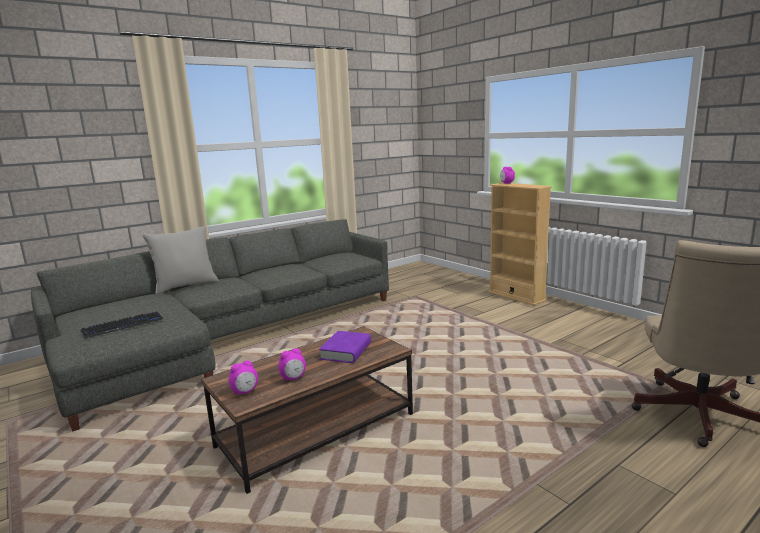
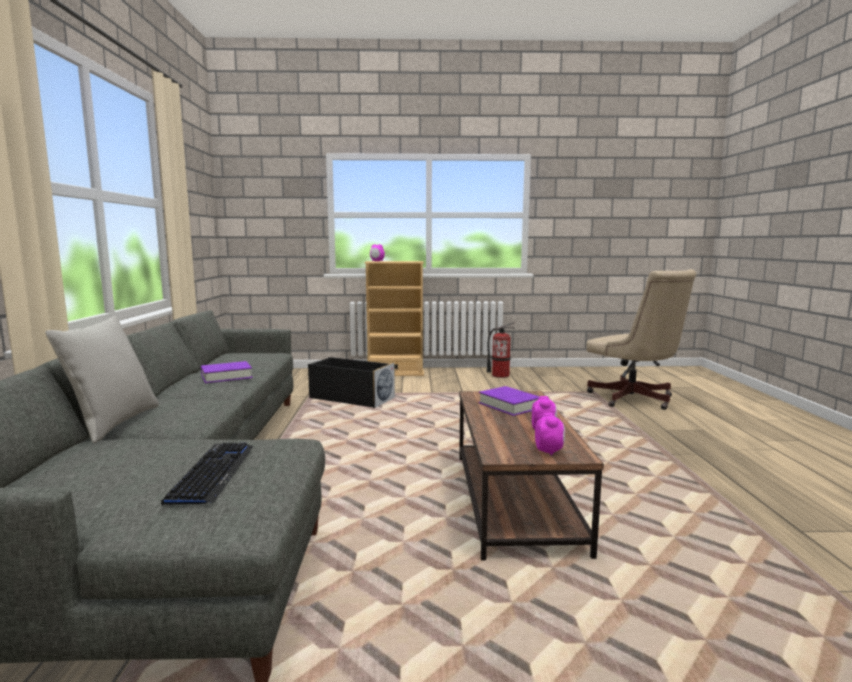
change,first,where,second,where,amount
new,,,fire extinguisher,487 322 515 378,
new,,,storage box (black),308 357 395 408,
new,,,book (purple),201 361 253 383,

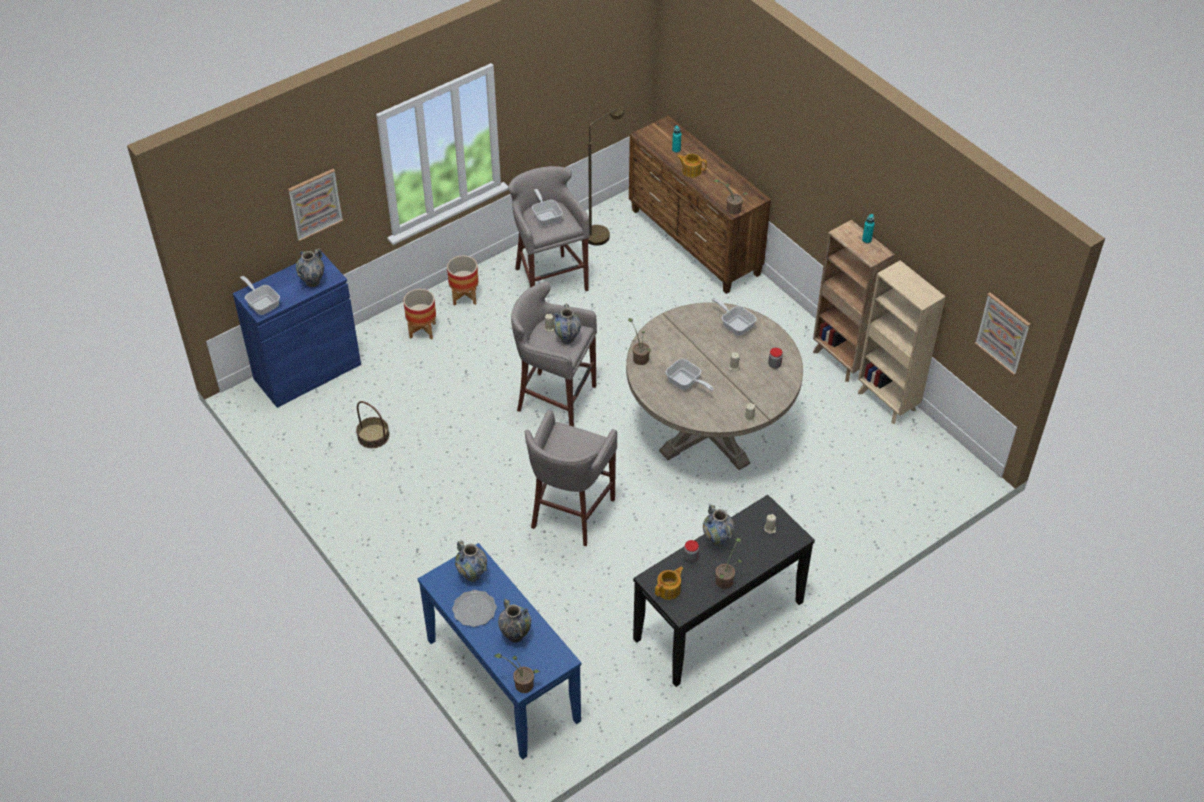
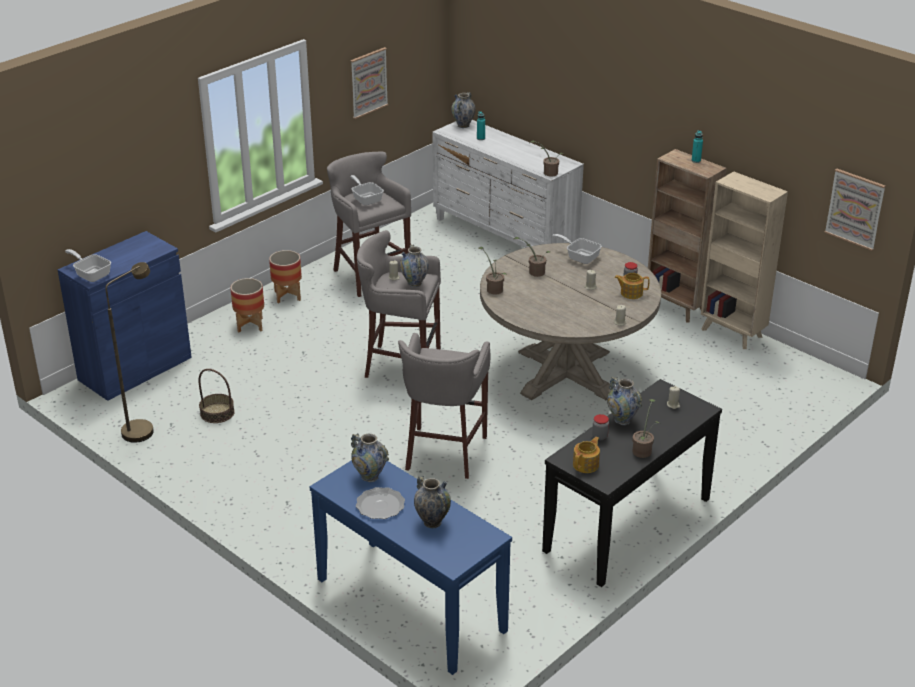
change,first,where,second,where,amount
shifted,floor lamp (brown),588 105 625 246,,105 262 154 443,
repainted,dresser (brown),629 116 771 294,dresser (white),432 120 584 248,
shifted,teapot,677 154 707 178,,615 273 650 299,
shifted,picture,288 169 343 242,,350 47 388 119,
shifted,vase,296 248 324 287,,451 92 476 128,
gone,frying pan,665 359 714 391,,,
shifted,potted plant,495 653 540 693,,514 237 550 277,

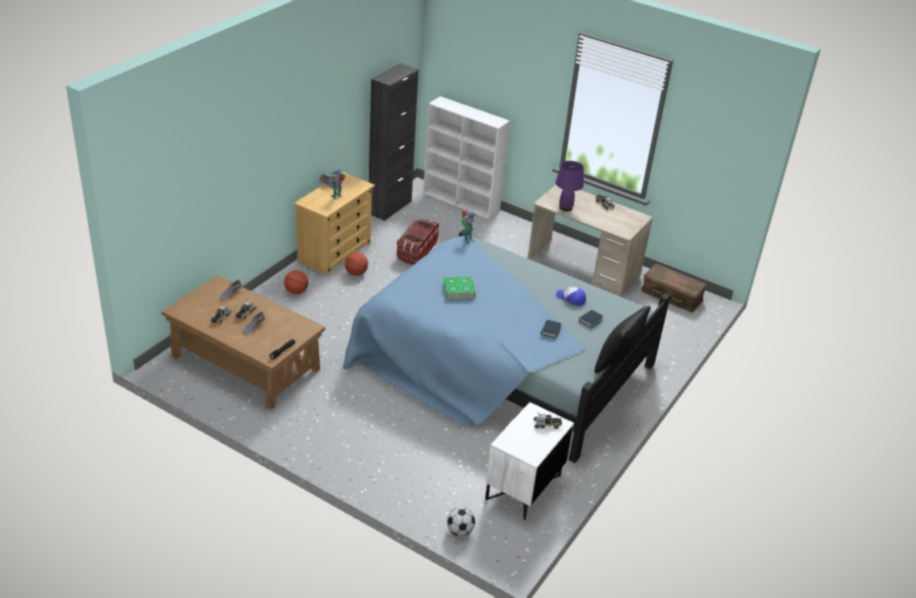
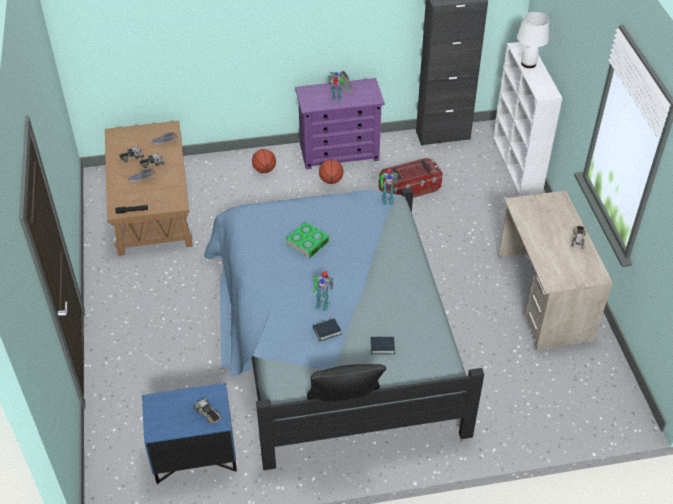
change,first,where,second,where,amount
gone,table lamp (purple),556 161 584 211,,,
repainted,dresser (beige),294 172 375 276,dresser (purple),295 78 385 169,
gone,storage box (brown),641 264 707 312,,,
gone,cap,556 287 586 306,,,
repainted,nightstand (white),485 402 574 520,nightstand (blue),142 383 237 484,
gone,football,447 507 475 536,,,
new,,,table lamp (white),517 12 549 68,
new,,,toy robot,313 270 333 311,

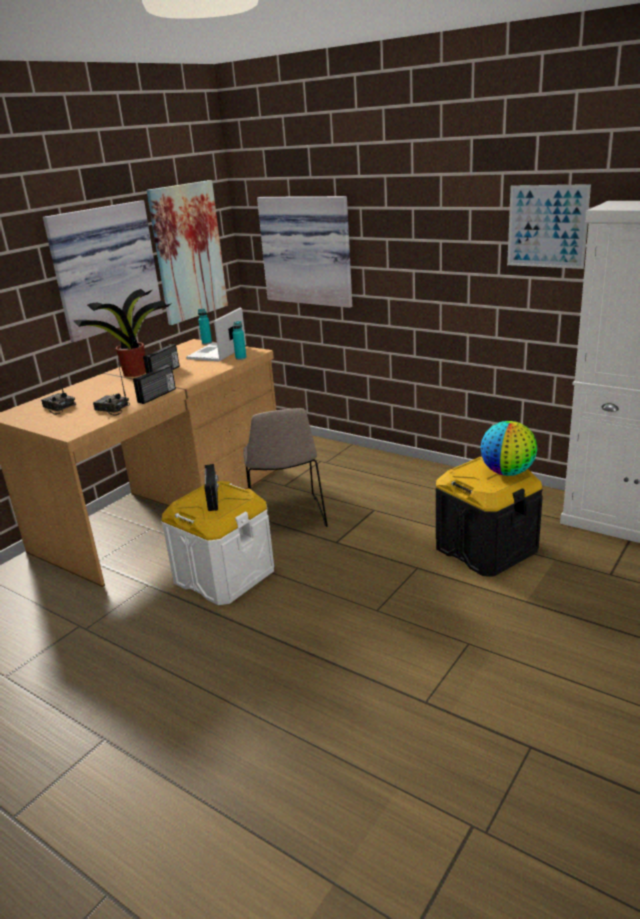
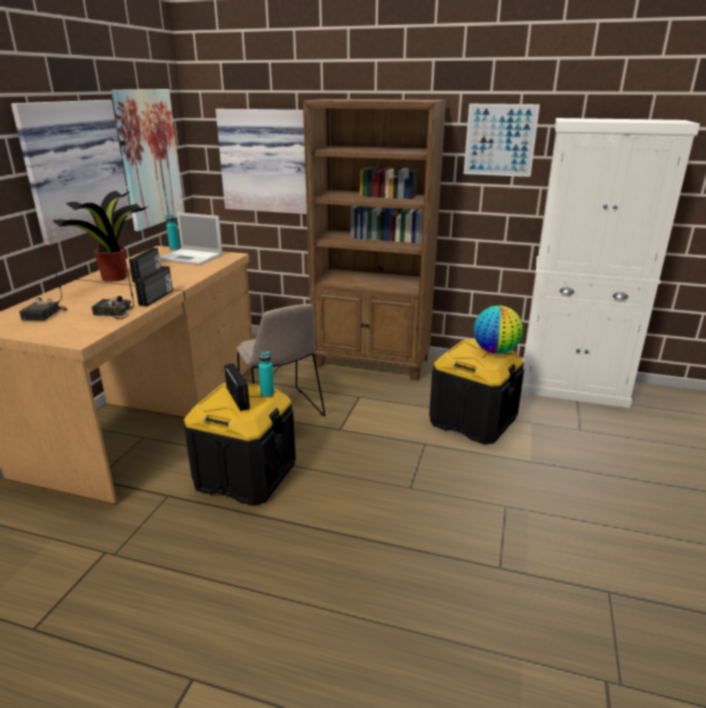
change,first,where,second,where,amount
rotated,laptop,186 308 246 361,,159 212 223 265,75 degrees counterclockwise
shifted,bottle (turquoise),232 321 247 360,,258 351 274 397,
rotated,radio,41 363 76 415,,19 253 67 321,105 degrees counterclockwise
repainted,storage box (white),161 481 274 605,storage box (black),184 381 296 506,
new,,,bookcase (brown),303 99 446 381,

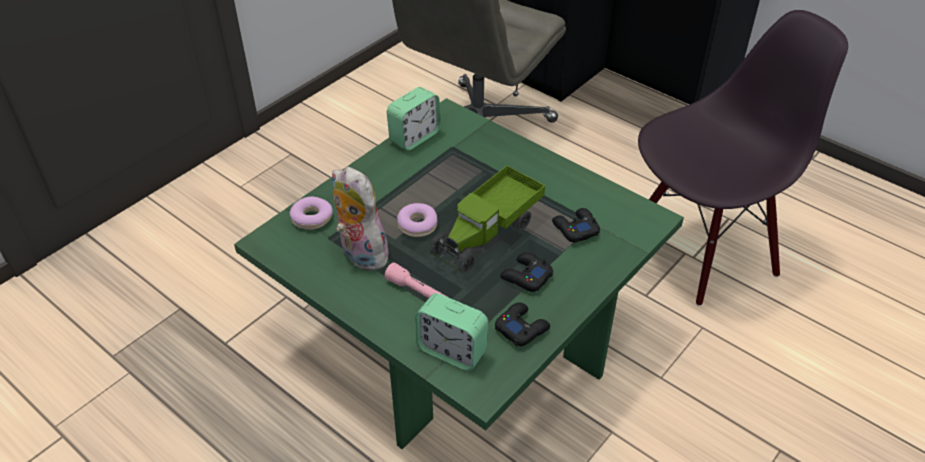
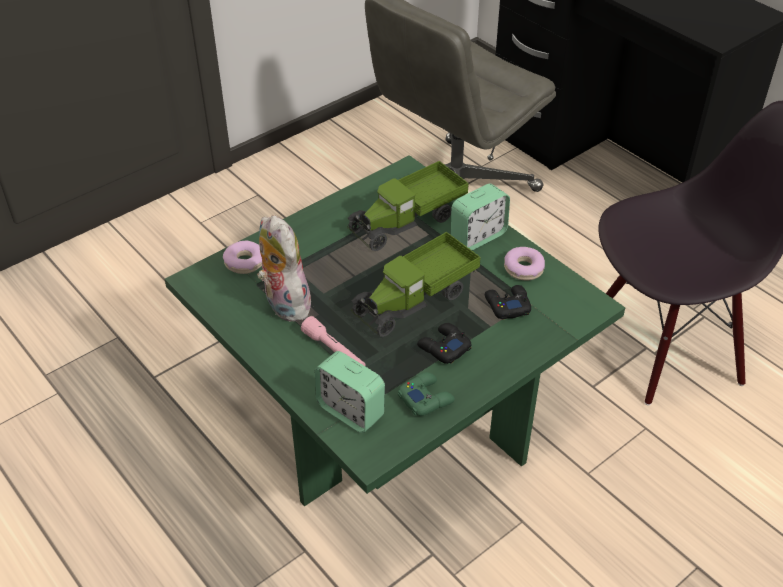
change,first,where,second,where,amount
shifted,alarm clock,387 87 441 151,,451 184 510 250,
shifted,donut,397 203 437 237,,504 247 545 281,
repainted,game controller (black),495 302 550 346,game controller (green),398 372 455 416,
new,,,toy truck,347 161 469 251,

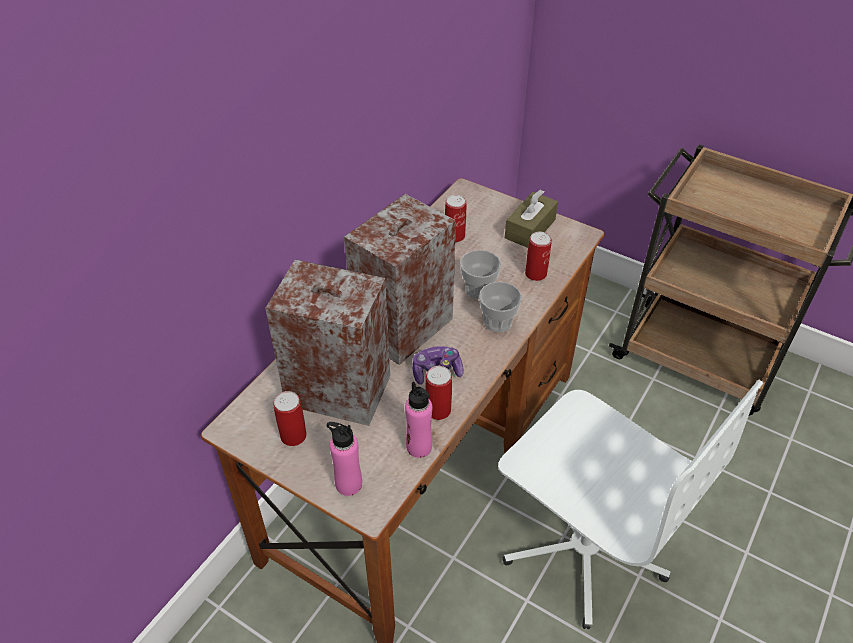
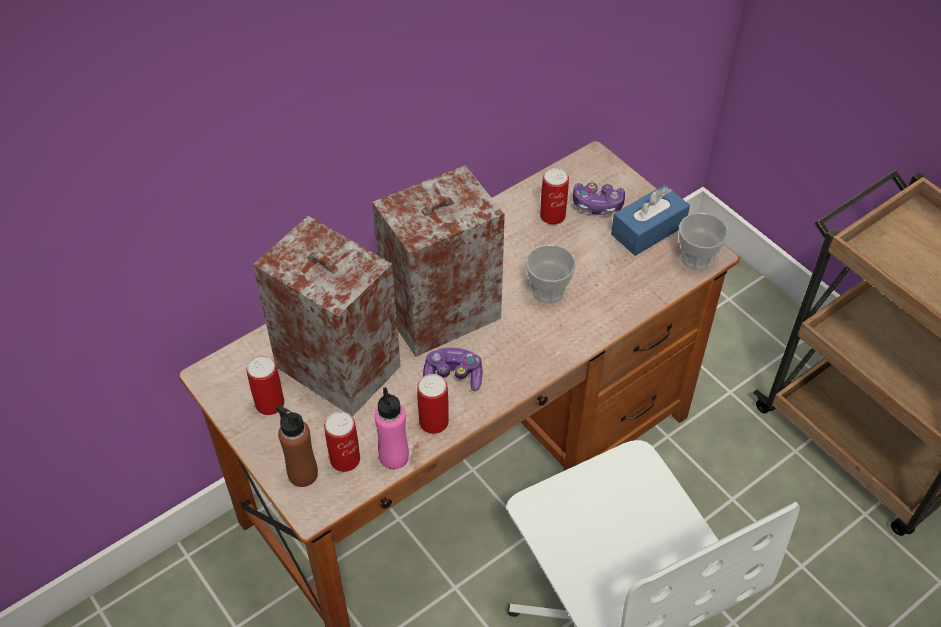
change,first,where,second,where,amount
repainted,tissue box (brown),505 189 558 248,tissue box (blue),611 185 690 256,
shifted,can,525 232 552 281,,324 412 360 472,
shifted,cup,479 282 522 333,,679 213 728 271,
repainted,bottle (pink),326 422 362 496,bottle (brown),275 406 318 487,
new,,,game controller,573 182 625 215,

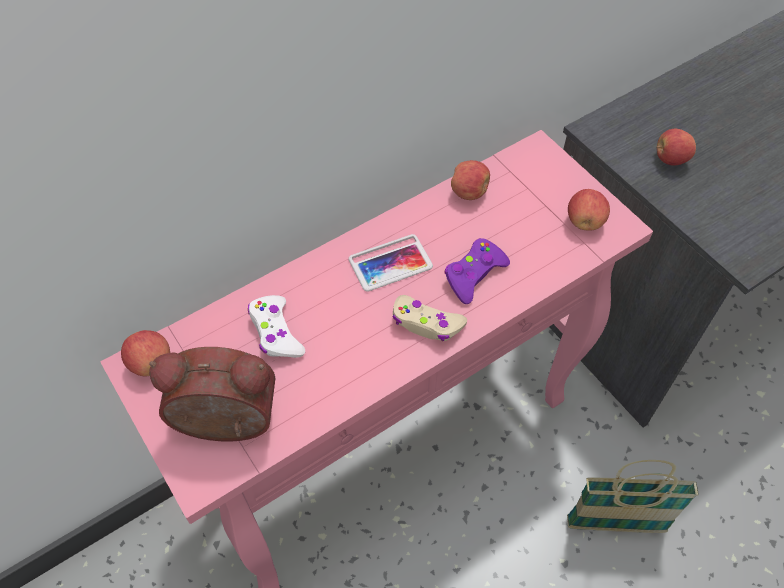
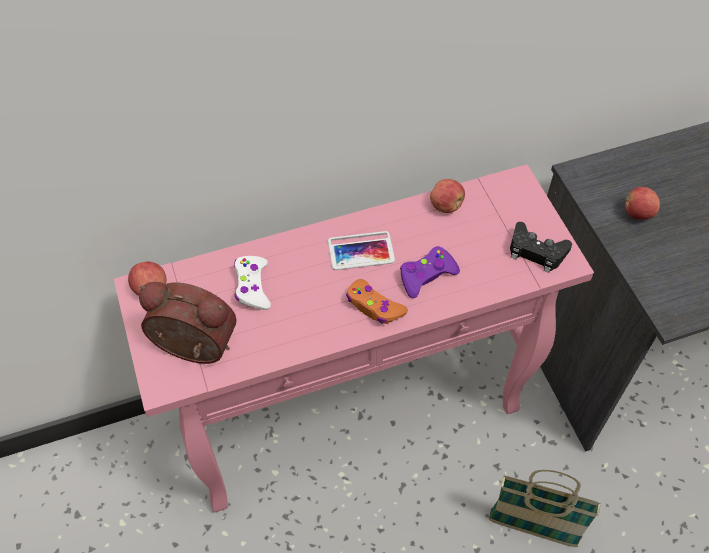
change,first,where,second,where,amount
swapped,apple,568 189 610 230,game controller (black),510 222 572 273,
repainted,game controller (beige),393 295 467 341,game controller (orange),346 279 408 324,

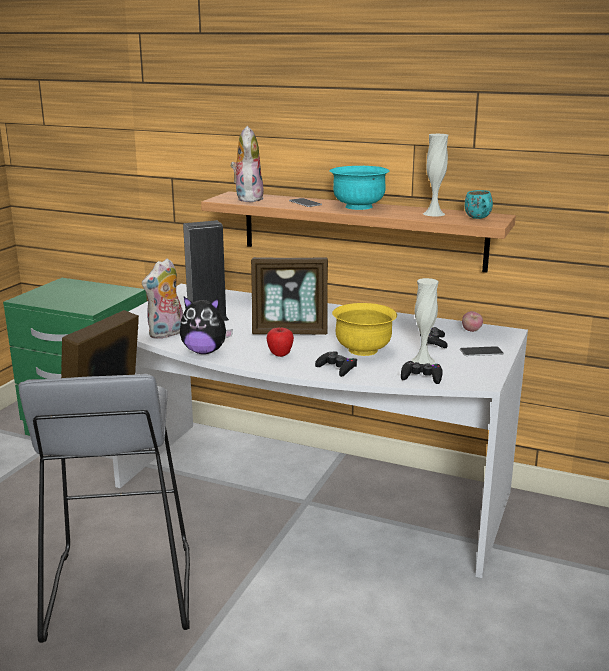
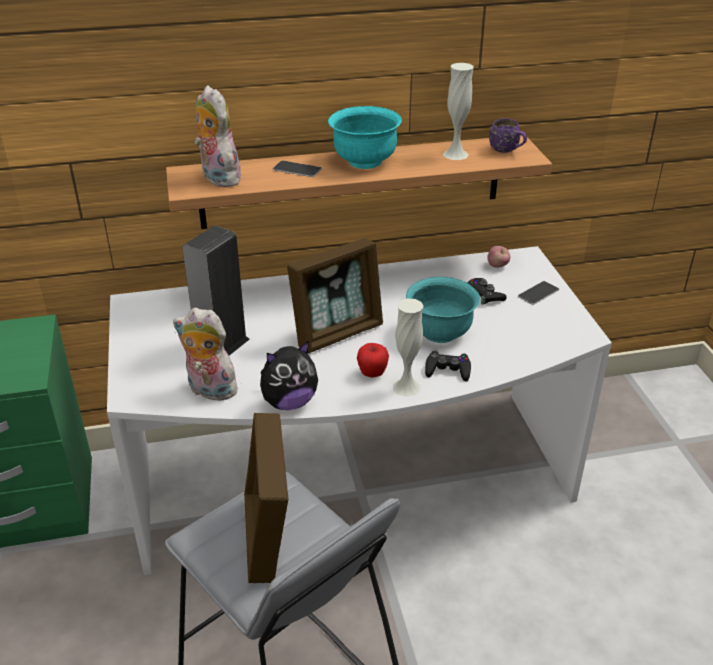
change,first,where,second,where,amount
repainted,mug (turquoise),465 190 493 219,mug (purple),489 118 527 153,
rotated,plush toy,142 258 183 339,,173 308 240 401,105 degrees clockwise
shifted,vase (white),411 278 439 365,,393 299 424 397,
repainted,bowl (yellow),332 303 397 356,bowl (turquoise),406 277 480 343,
gone,game controller (black),401 361 443 384,,,

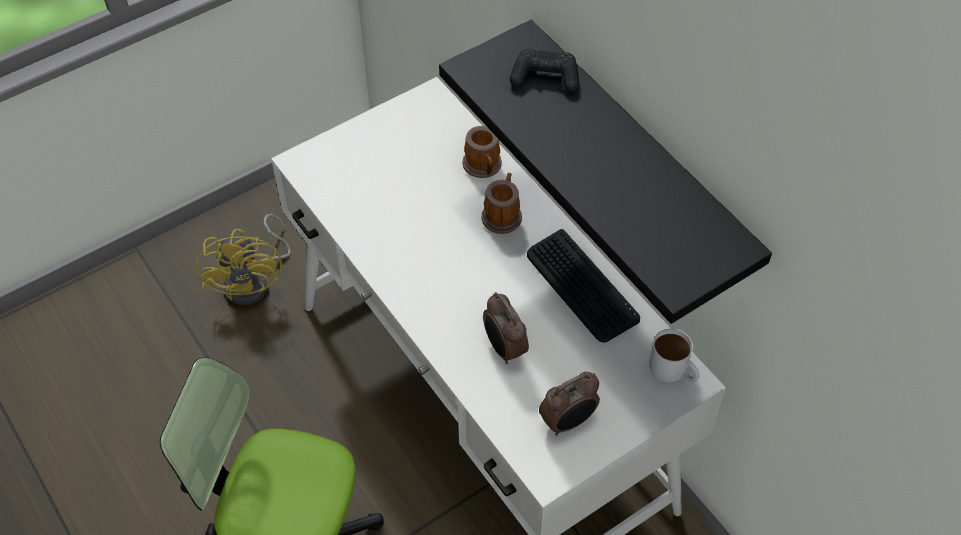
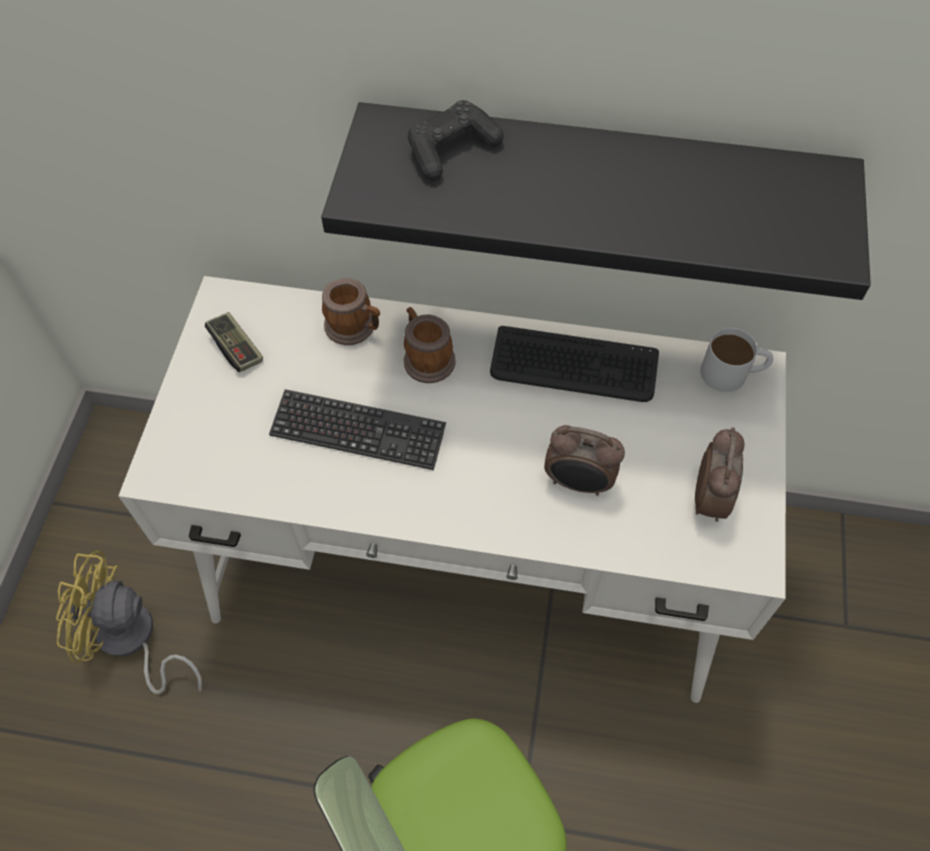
change,first,where,second,where,amount
rotated,fan (yellow),195 214 291 305,,56 550 202 694,150 degrees clockwise
new,,,game controller,205 312 263 372,
new,,,keyboard,269 389 446 470,

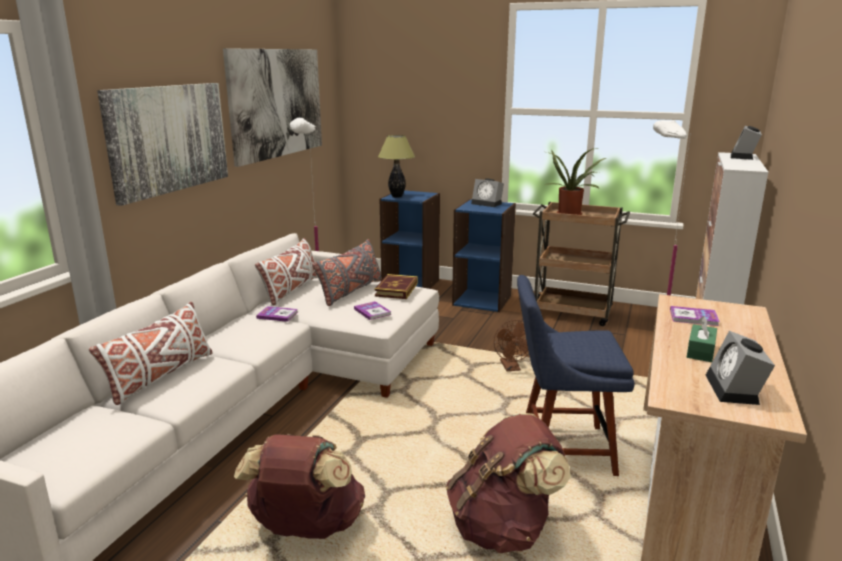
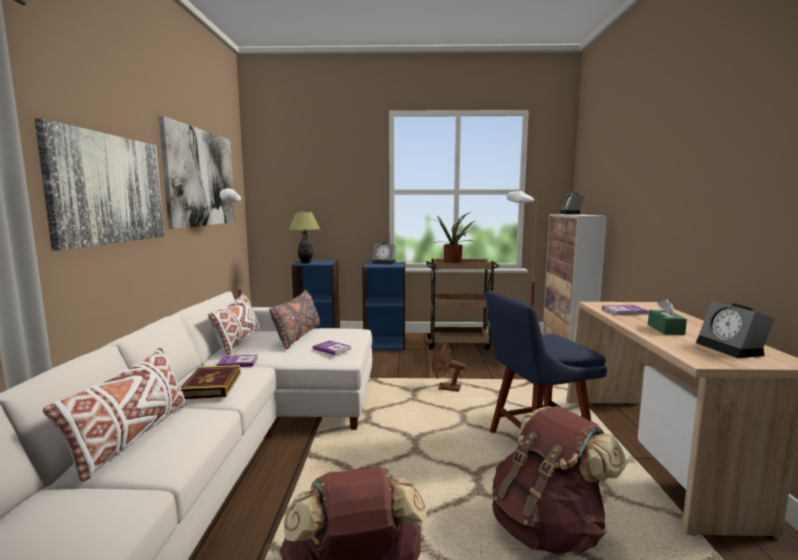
change,first,where,second,where,amount
shifted,book,375 274 418 299,,181 365 241 399,
rotated,fan (brown),494 320 529 371,,432 343 466 392,135 degrees clockwise

